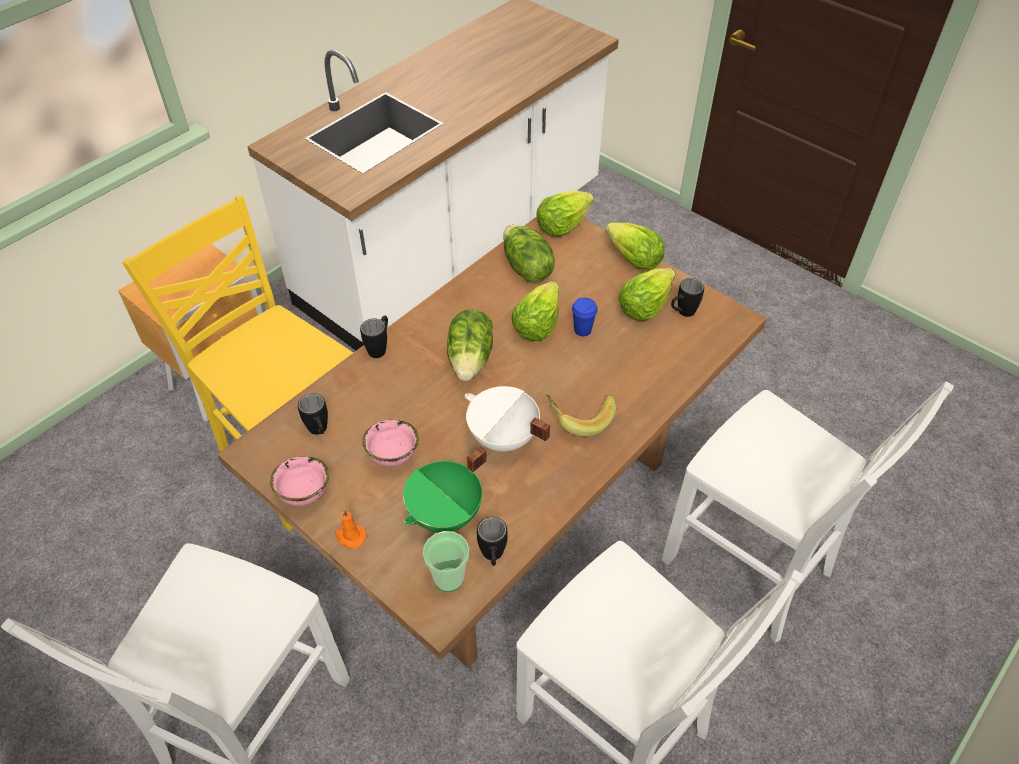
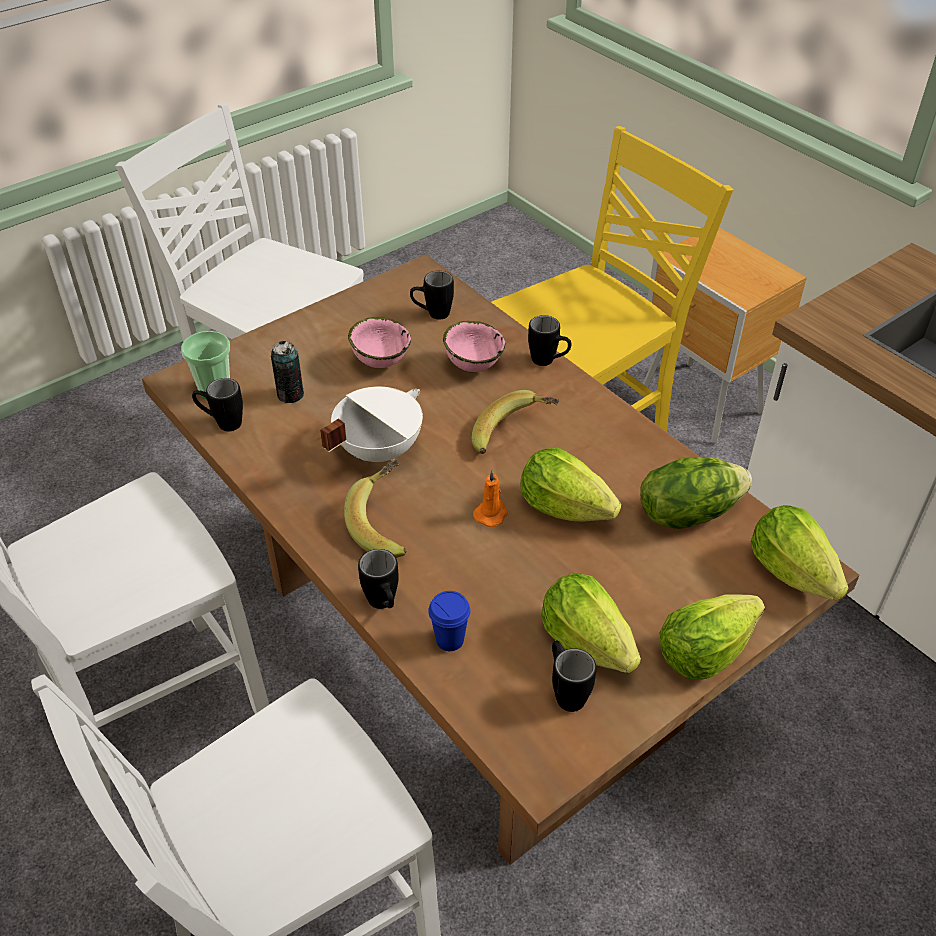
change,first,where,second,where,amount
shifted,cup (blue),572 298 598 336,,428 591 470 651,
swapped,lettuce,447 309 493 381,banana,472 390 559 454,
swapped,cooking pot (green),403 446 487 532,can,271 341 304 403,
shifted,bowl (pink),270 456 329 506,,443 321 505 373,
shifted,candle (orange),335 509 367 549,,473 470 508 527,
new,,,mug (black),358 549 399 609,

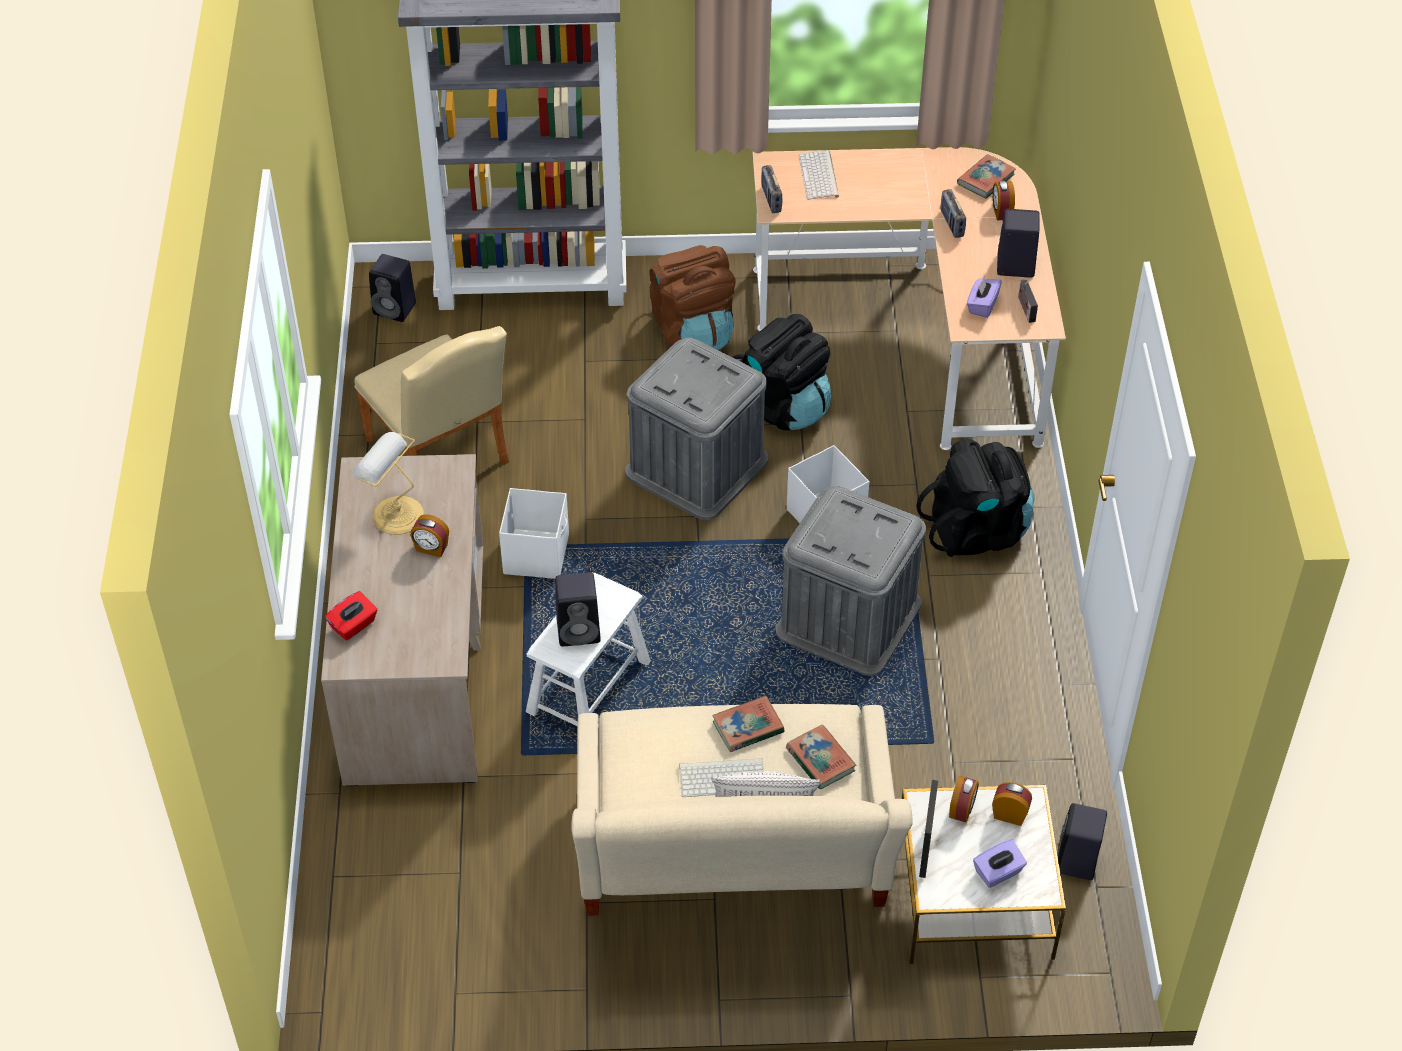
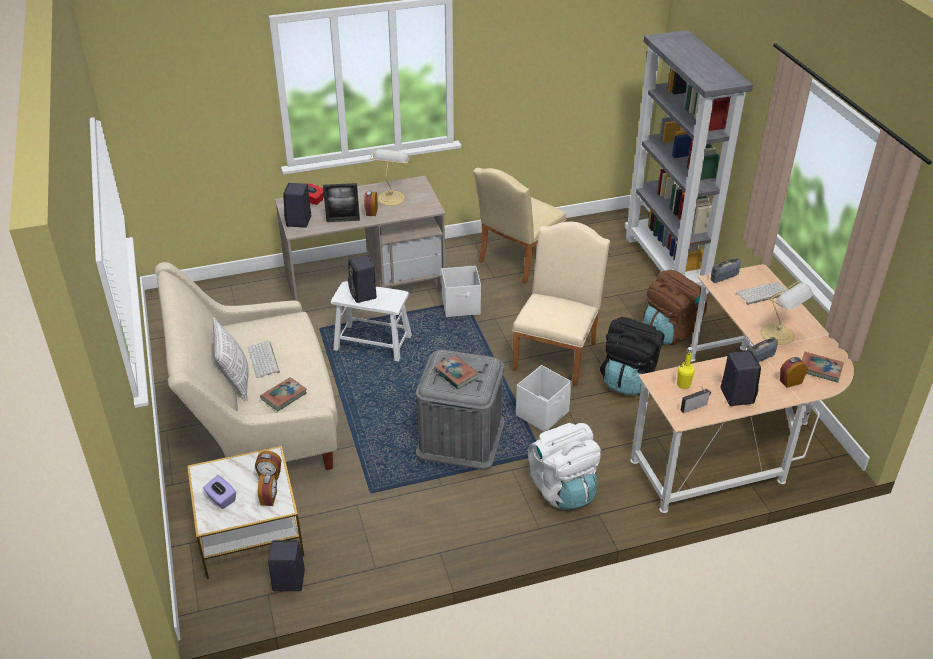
change,first,where,second,where,amount
shifted,speaker (black),369 254 416 322,,283 183 311 228,
swapped,tissue box (purple),967 276 1002 318,bottle (yellow),677 347 695 389,
swapped,storage box (grey),625 338 768 520,chair (beige),512 222 610 386,
repainted,backpack (black),916 439 1035 557,backpack (white),528 423 601 510,
shifted,book,712 696 784 752,,434 355 479 389,
shifted,picture frame,919 780 938 878,,323 183 360 222,
new,,,table lamp,761 281 813 345,

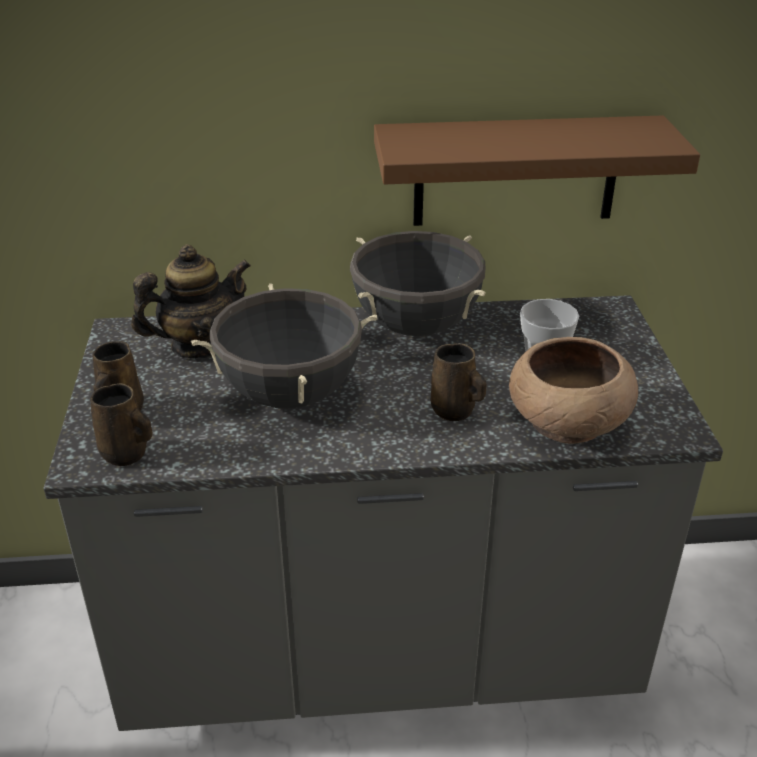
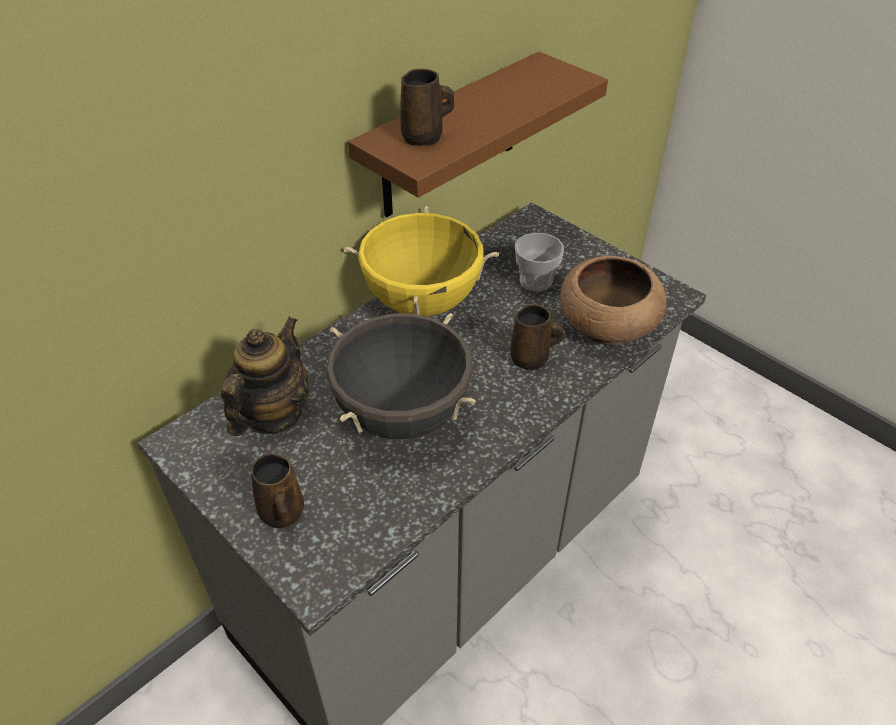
change,first,where,second,where,amount
repainted,cooking pot (black),350 231 486 336,cooking pot (yellow),344 206 499 317,
shifted,mug (brown),90 383 153 466,,400 69 454 146,

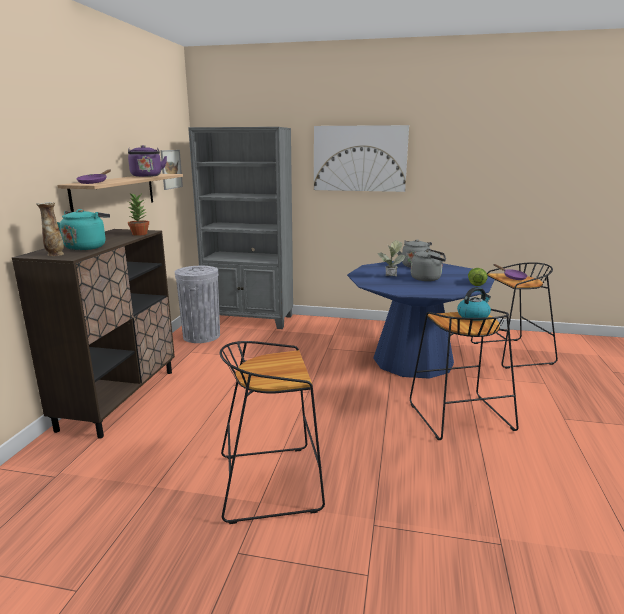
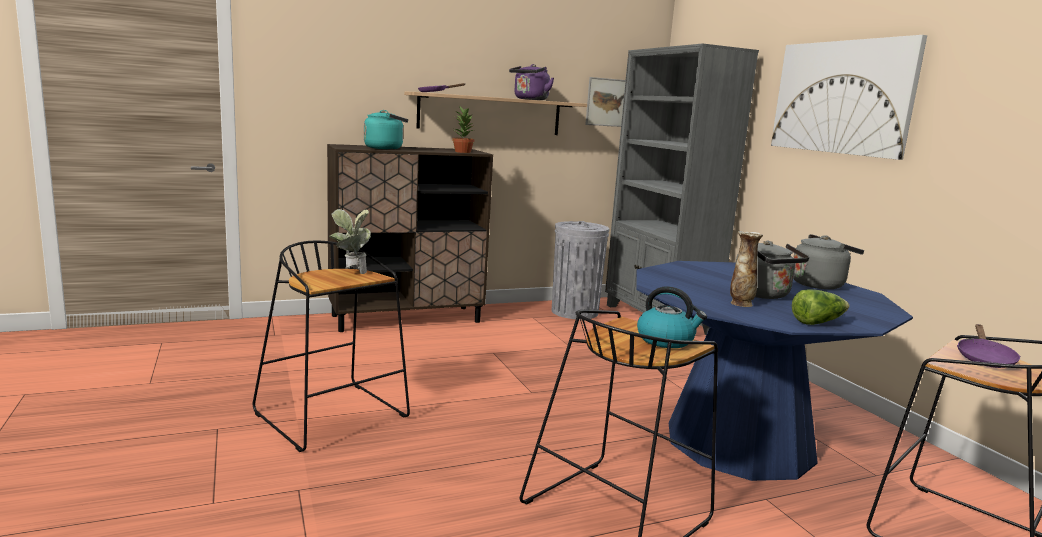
change,first,where,second,where,amount
shifted,vase,36 202 64 256,,730 231 763 307,
shifted,potted plant,378 240 405 276,,329 209 371 274,

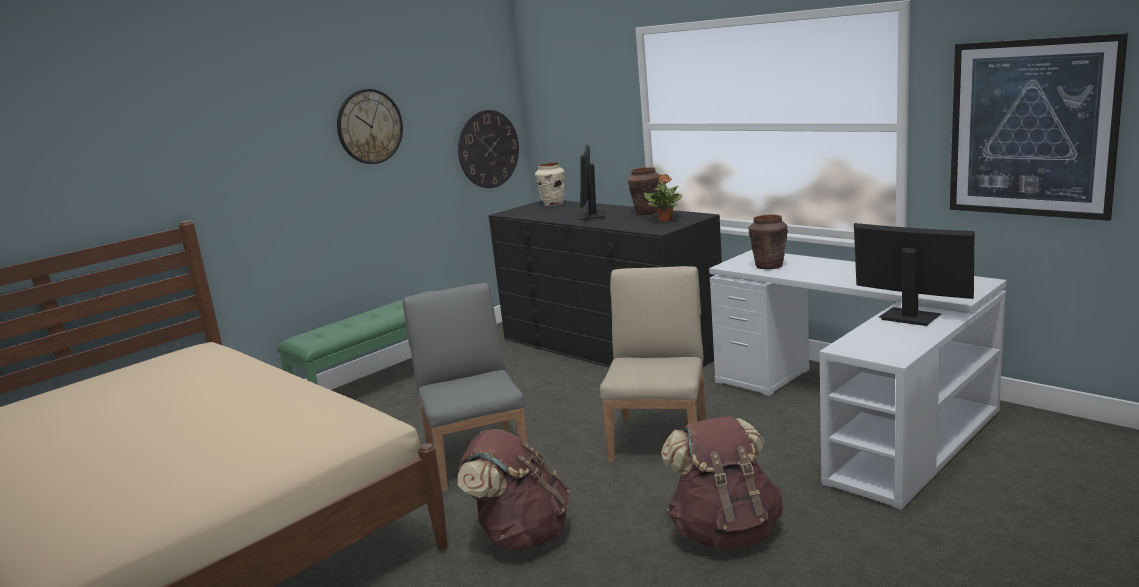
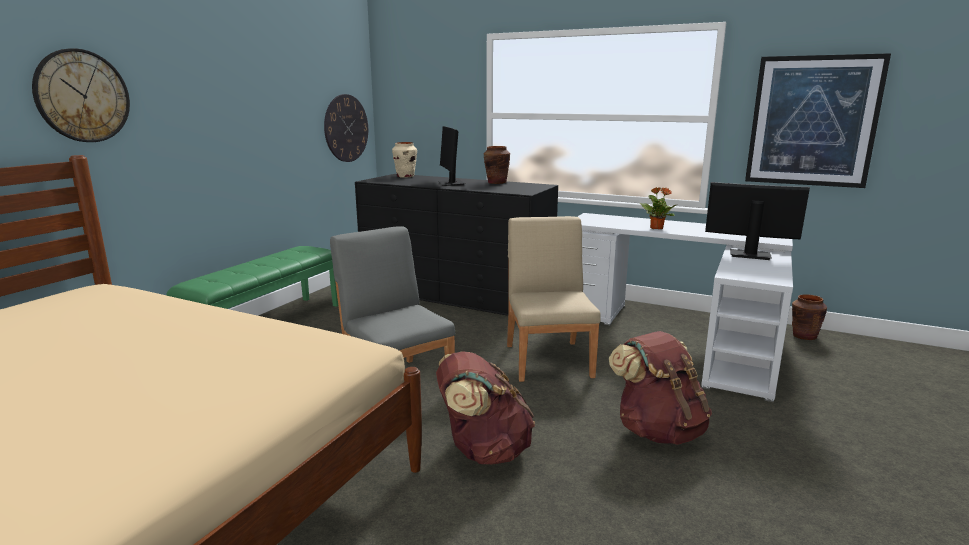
change,first,where,second,where,amount
shifted,wall clock,337 89 403 164,,32 48 130 142,
shifted,potted plant,644 174 682 222,,640 187 678 229,
shifted,vase (brown),749 214 788 270,,792 294 827 340,

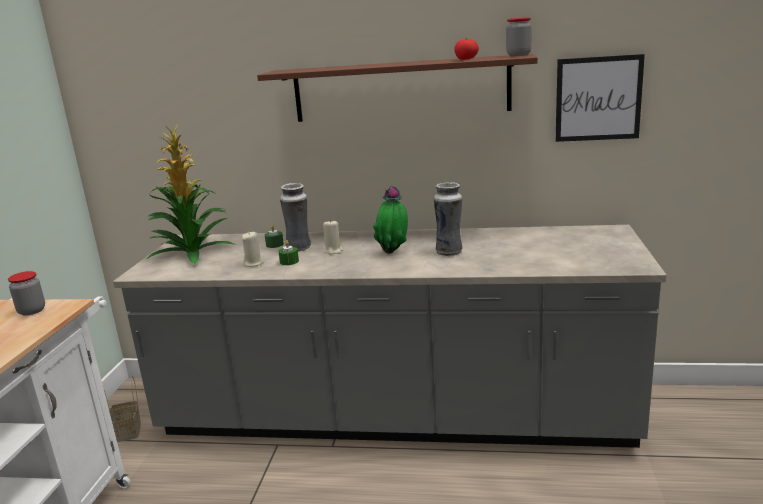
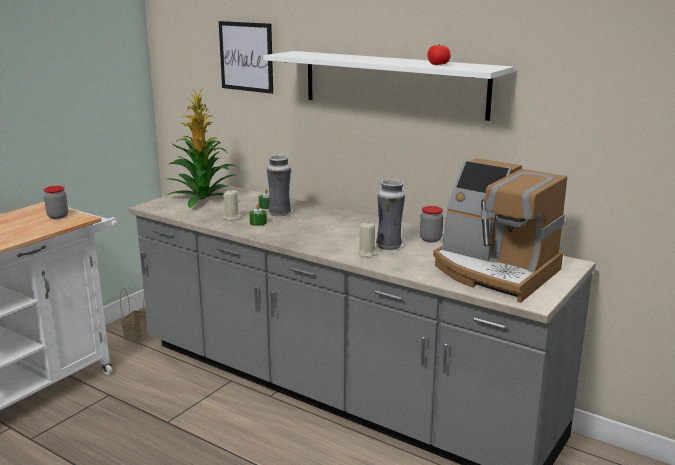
change,first,where,second,where,amount
shifted,jar,506 17 532 56,,420 206 443 242,
repainted,shelf (brown),257 54 538 122,shelf (white),263 51 514 121,
shifted,picture,556 54 645 142,,219 21 273 94,
gone,potted plant,373 186 408 254,,,
shifted,candle (beige),323 219 343 254,,357 223 377 258,
new,,,coffee machine,433 158 567 303,

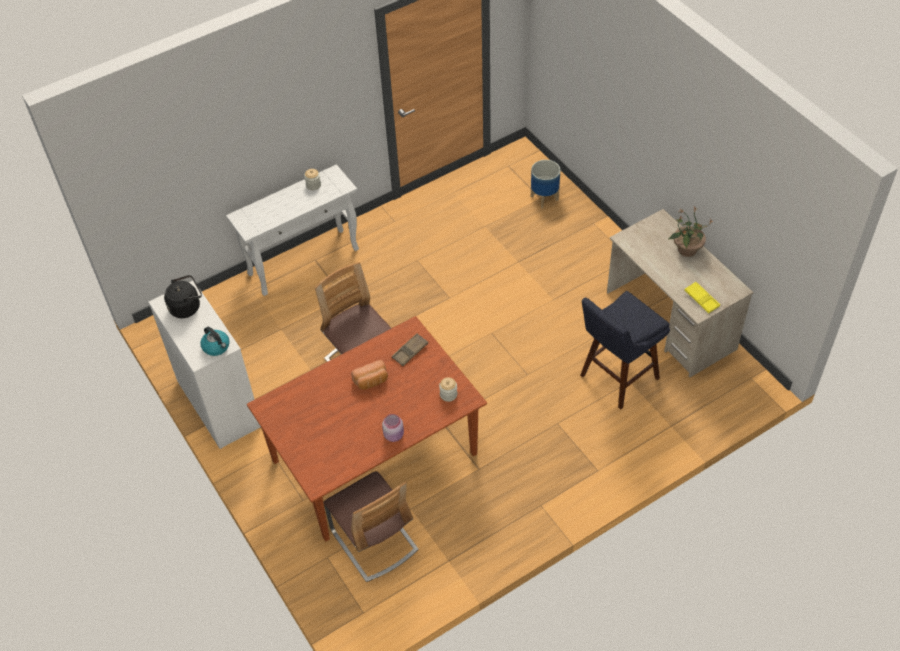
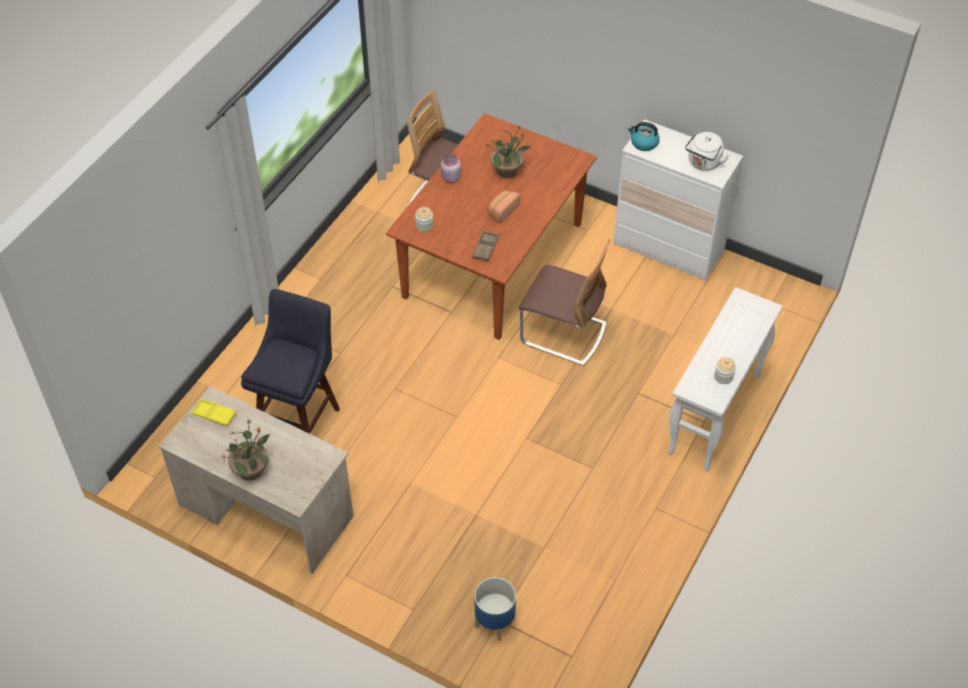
change,first,where,second,where,amount
repainted,kettle (black),164 275 202 318,kettle (white),685 132 729 171,
new,,,potted plant,485 125 533 178,

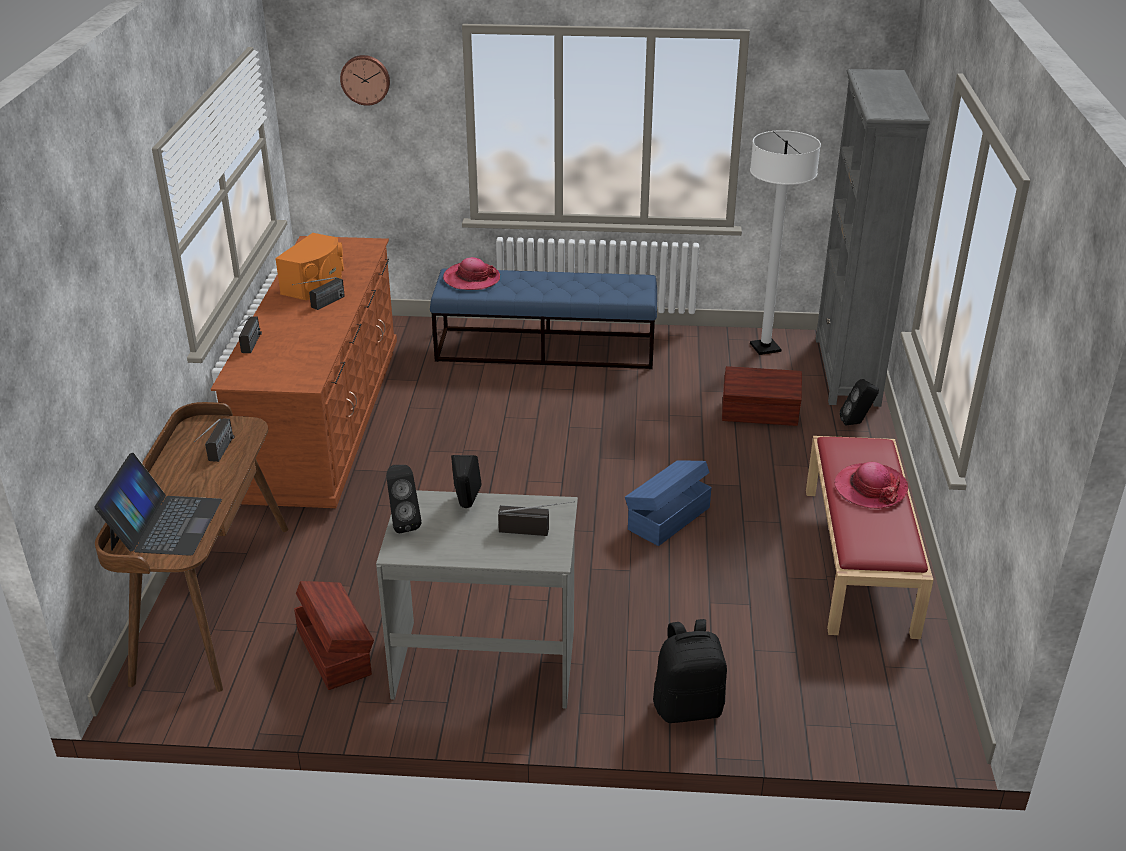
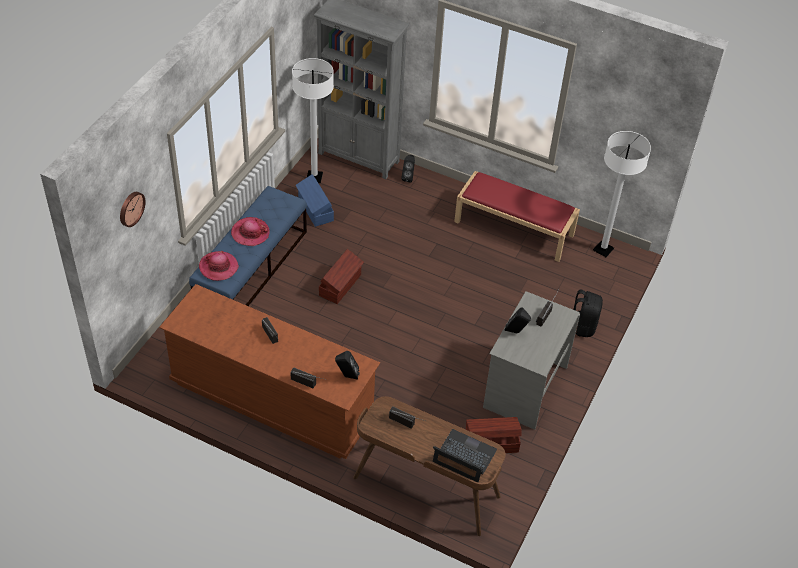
change,first,where,second,where,amount
gone,speaker (orange),275 233 344 300,,,
shifted,storage box (brown),722 366 802 426,,319 249 364 304,
shifted,storage box (blue),625 461 711 546,,296 174 334 227,
shifted,hat,834 462 908 509,,231 217 270 246,
shifted,speaker (black),386 465 421 533,,335 351 360 380,
new,,,floor lamp (white),593 131 651 257,

